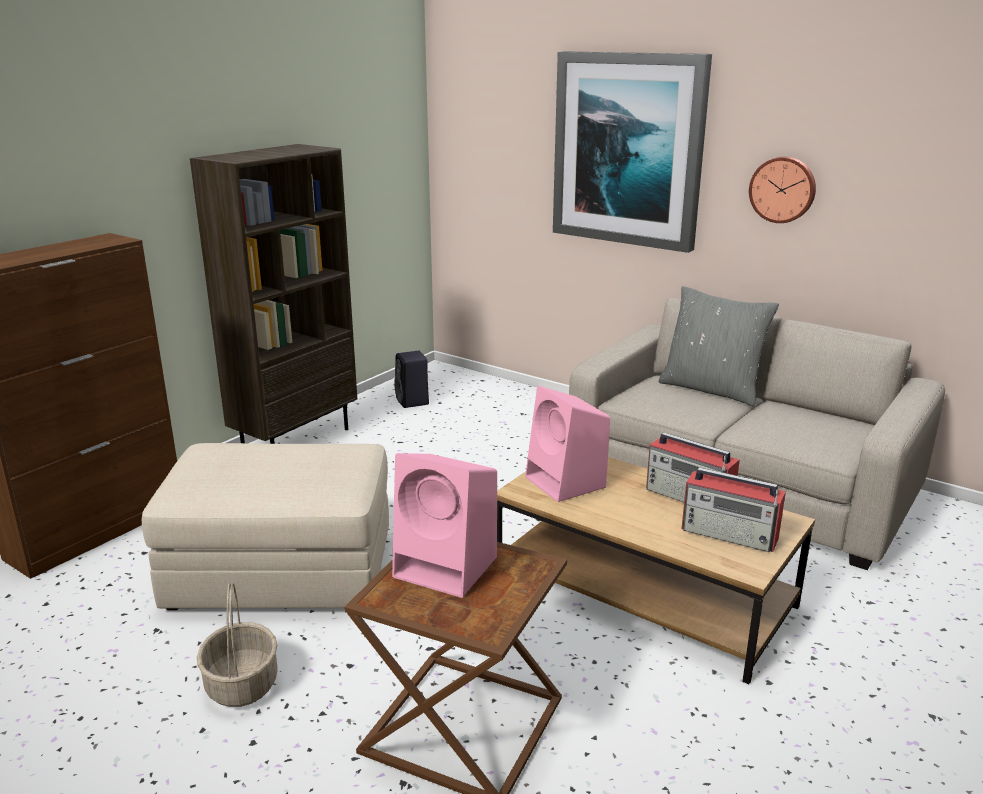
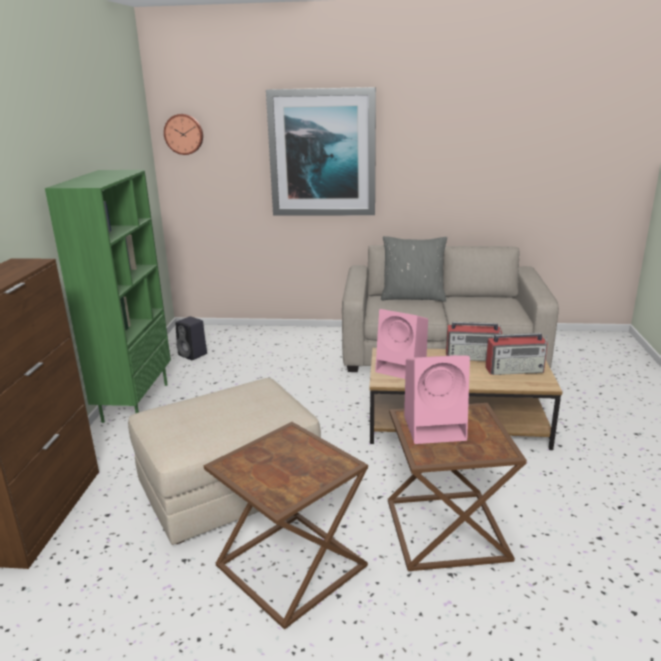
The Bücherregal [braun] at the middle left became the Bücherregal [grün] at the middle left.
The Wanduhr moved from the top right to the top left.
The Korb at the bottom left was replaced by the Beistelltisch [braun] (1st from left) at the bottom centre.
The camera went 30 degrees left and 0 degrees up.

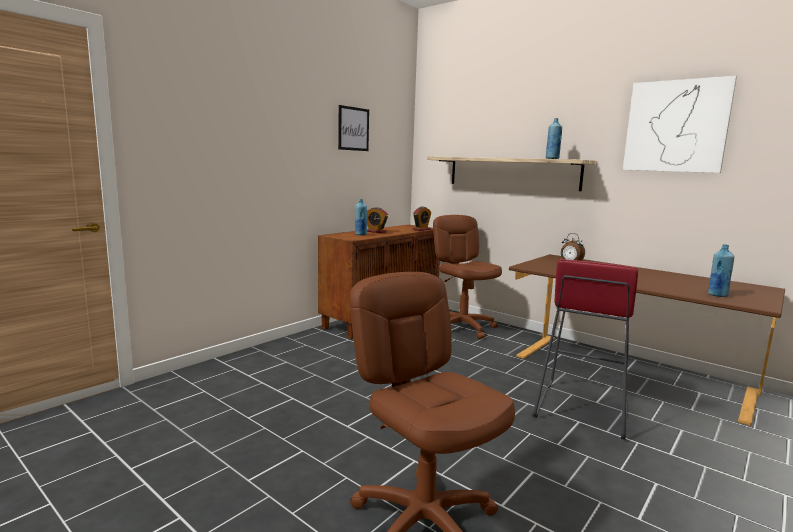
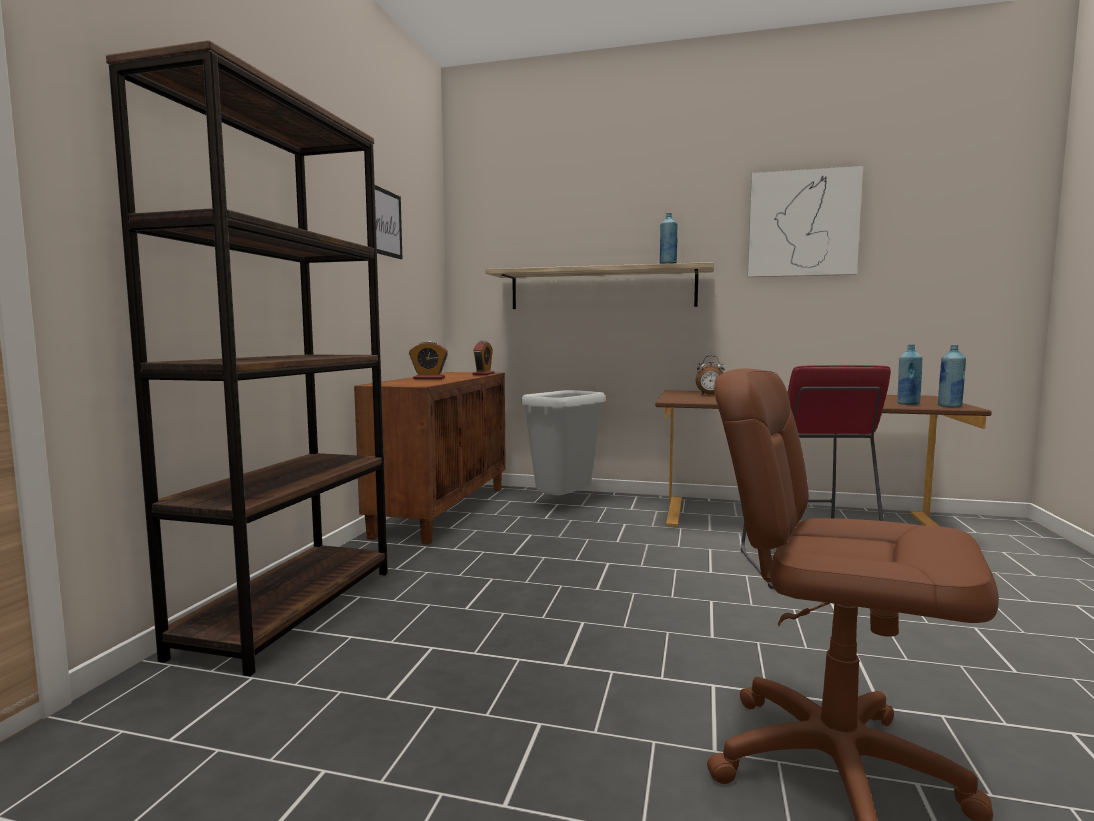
The Flasche [blau] (1st from left in the first image) moved from the centre to the middle right.
The Bürostuhl [braun] (2nd from left) at the centre was replaced by the Mülleimer [grau] at the centre.
The Bücherregal [braun] at the middle left appeared.
The camera went 25 degrees left and 5 degrees down.

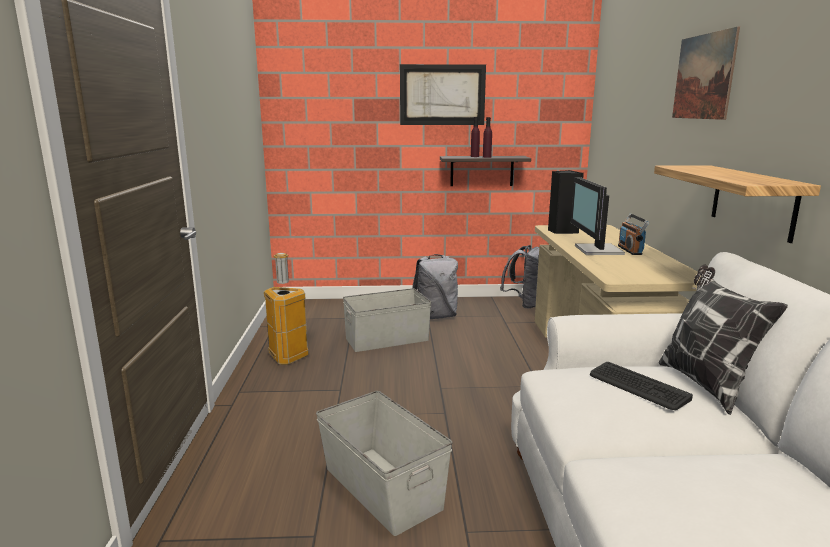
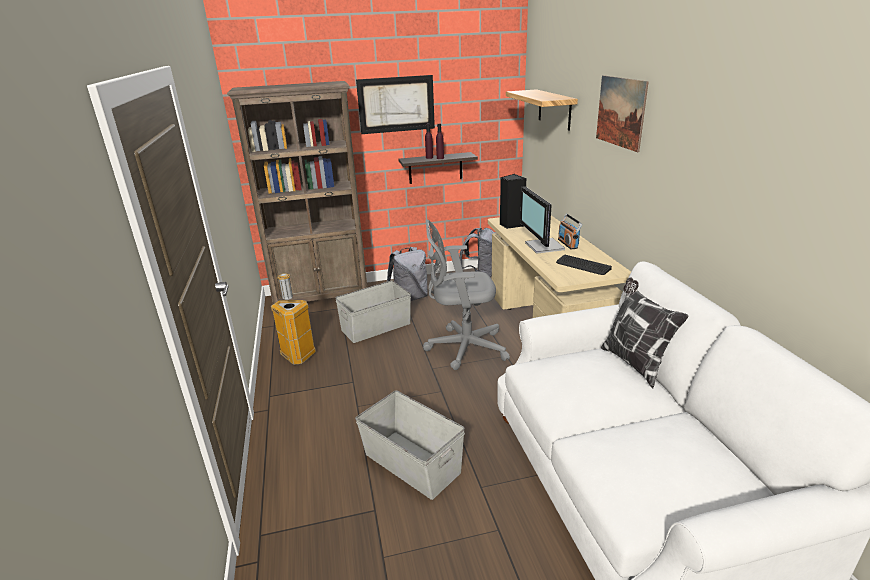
The Wandregal (2nd from left) moved from the middle right to the top centre.
The Tastatur moved from the bottom right to the middle right.
The Bücherregal [braun] at the top centre appeared.
The Bürostuhl [grau] at the centre appeared.
The camera went 10 degrees left and 10 degrees up.

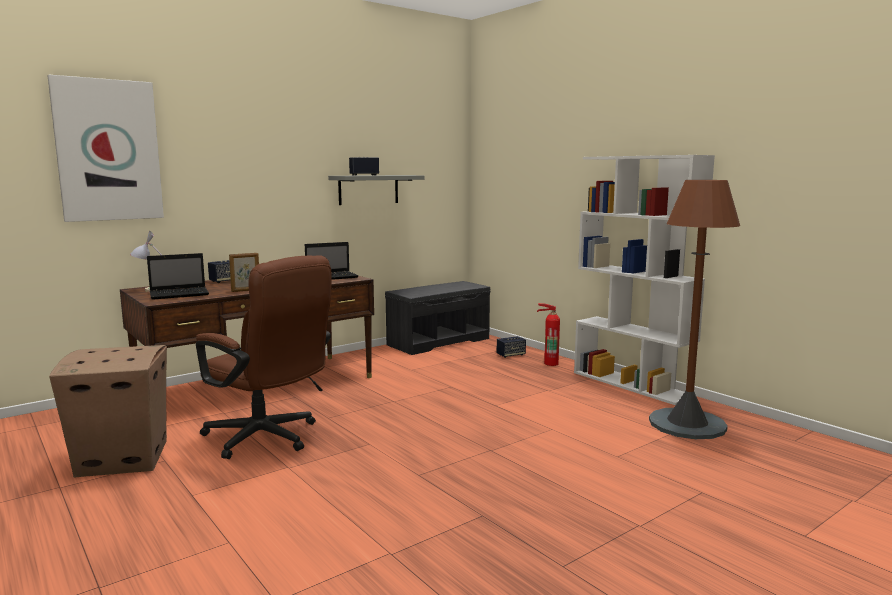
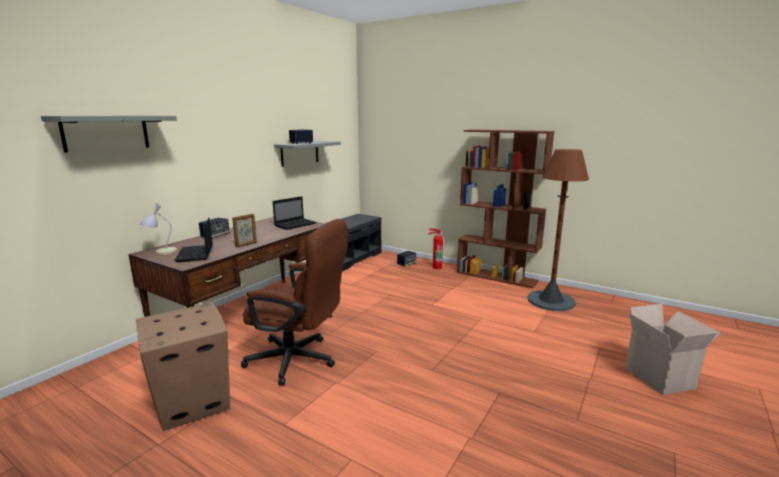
The Bild at the top left was replaced by the Wandregal [grau] (1st from left) at the top left.
The Bücherregal [weiß] at the middle right became the Bücherregal [braun] at the centre.
The Laptop (1st from left) at the middle left turned 120 degrees clockwise.
The Karton (2nd from left) at the bottom right appeared.
The camera went 20 degrees left and 5 degrees up.

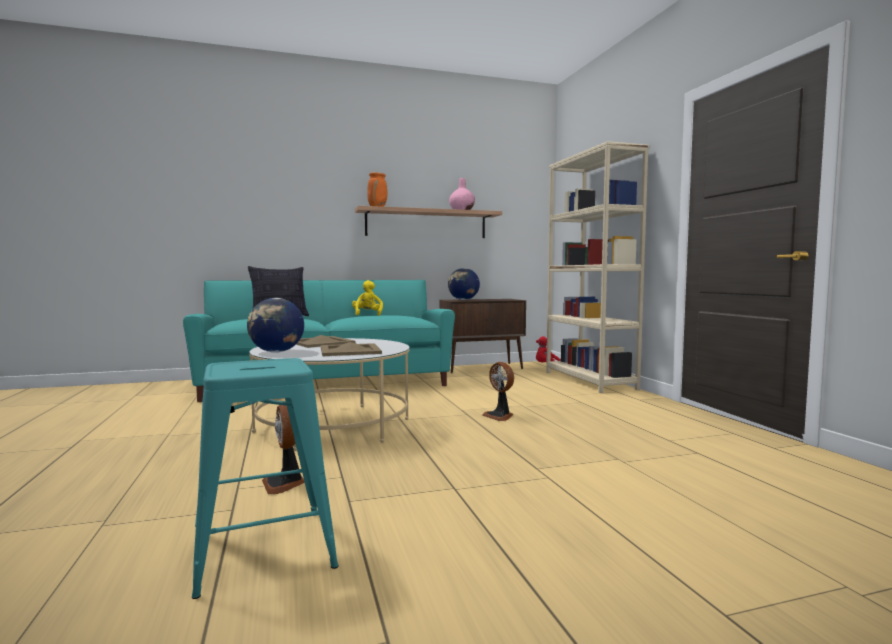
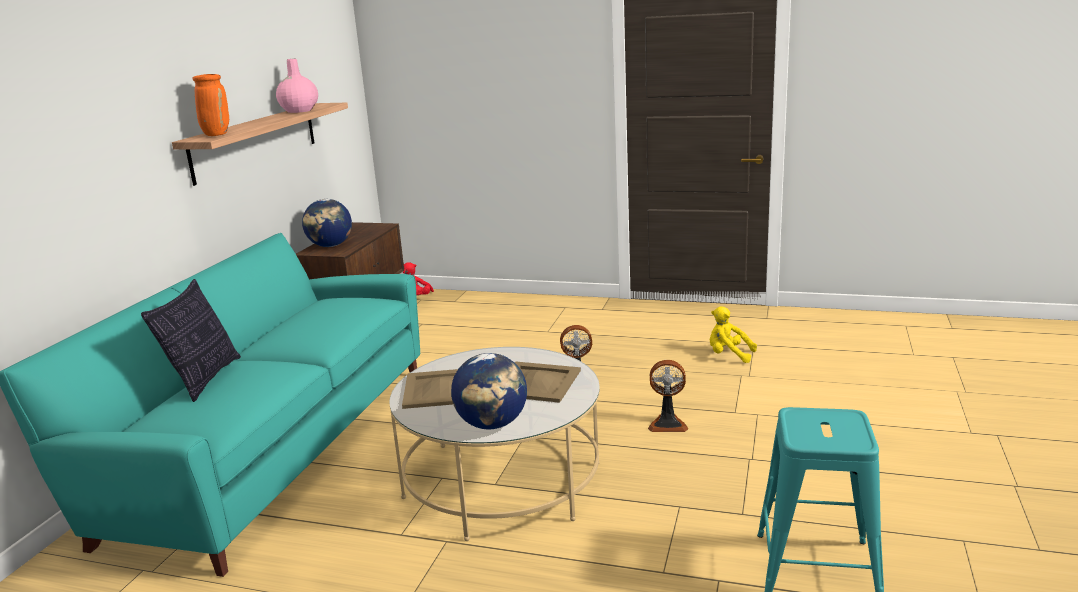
The Bücherregal [beige] at the middle right disappeared.
The Plüschtier [gelb] moved from the centre to the middle right.
The Ventilator (1st from left in the first image) moved from the bottom left to the bottom centre.
The camera went 55 degrees left and 15 degrees up.

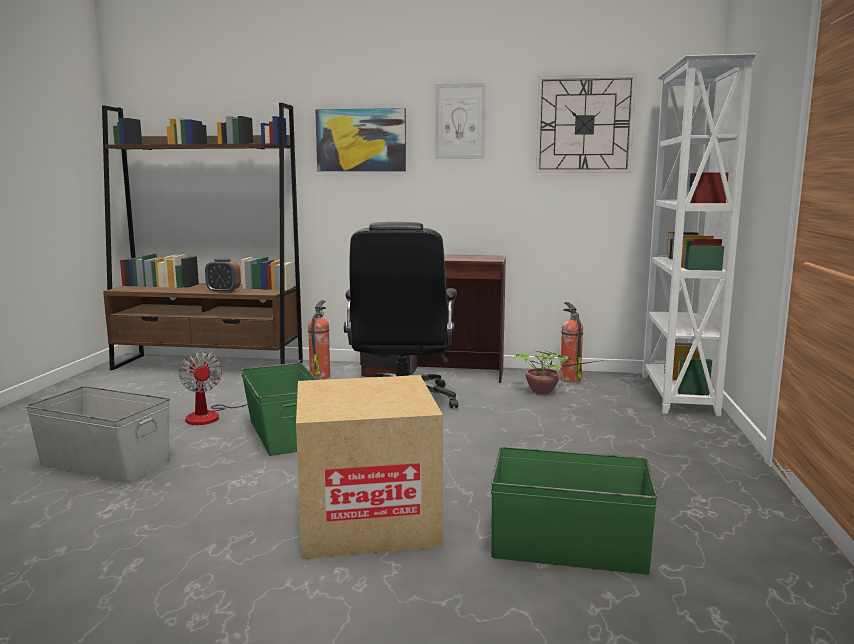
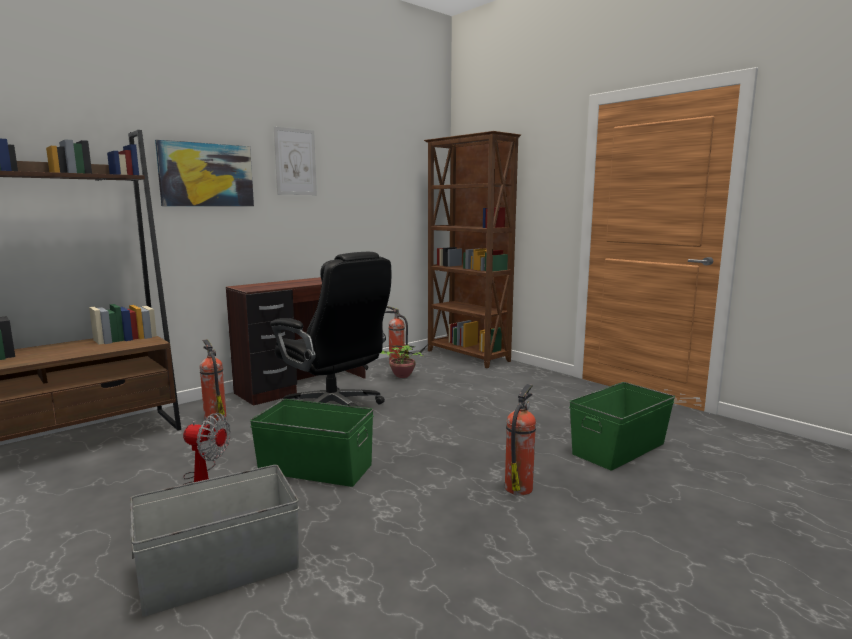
The Bücherregal [weiß] at the middle right became the Bücherregal [braun] (2nd from left) at the centre.
The Wanduhr at the top right disappeared.
The Wecker at the middle left disappeared.
The Karton at the bottom centre was replaced by the Feuerlöscher (3rd from left) at the bottom centre.
The camera went 50 degrees left and 0 degrees up.

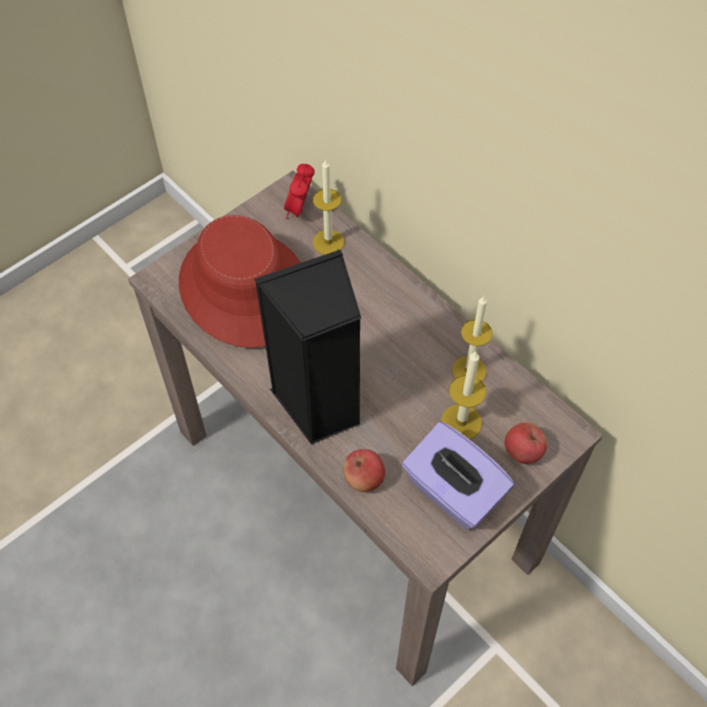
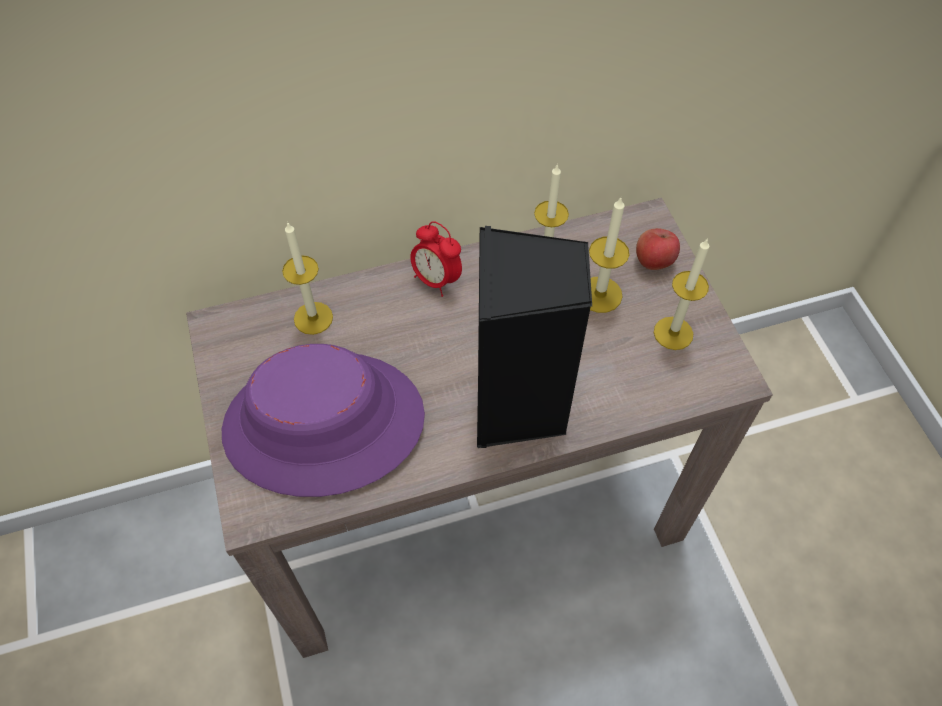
The Wecker moved from the top centre to the centre.
The Hut [rot] at the centre became the Hut [lila] at the centre.
The Taschentuchbox [lila] at the bottom centre was replaced by the Kerze (4th from left) at the middle right.
The Apfel (1st from left) at the centre disappeared.
The camera went 65 degrees left and 0 degrees up.

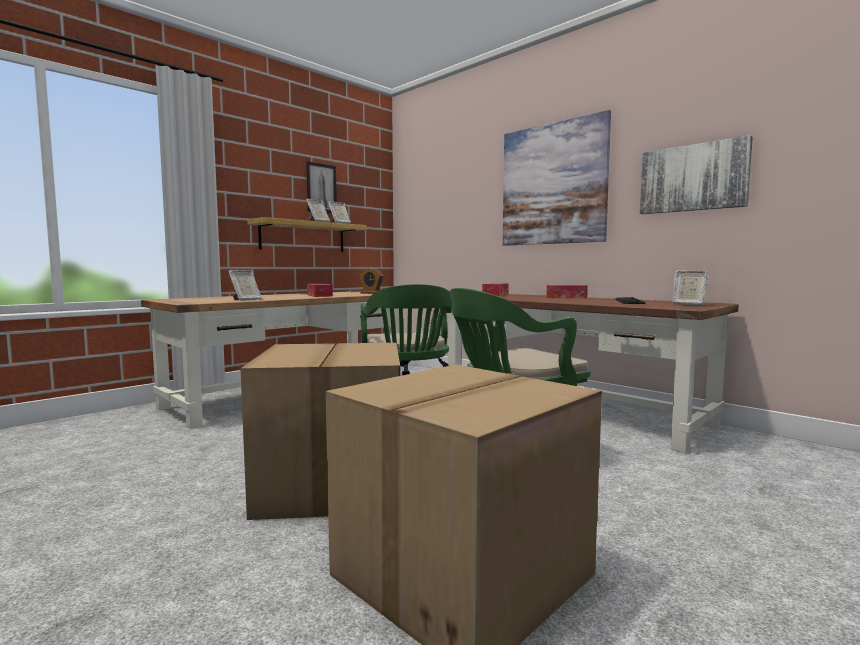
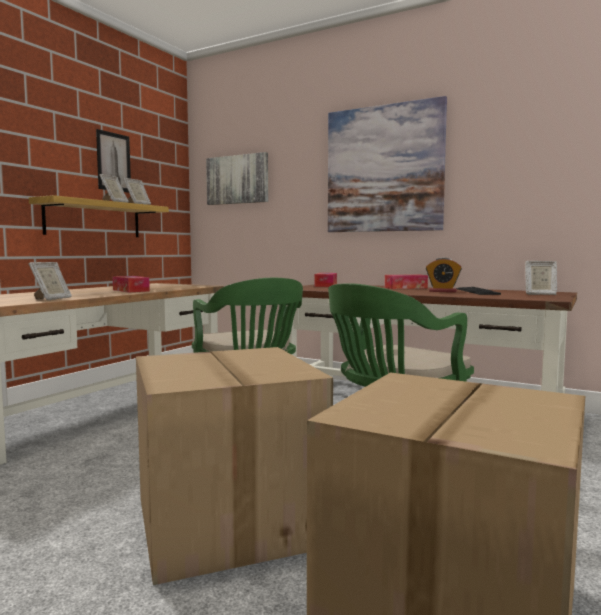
The Bild (3rd from left in the first image) moved from the top right to the top centre.
The Wecker moved from the centre to the middle right.
The camera went 15 degrees left and 0 degrees up.

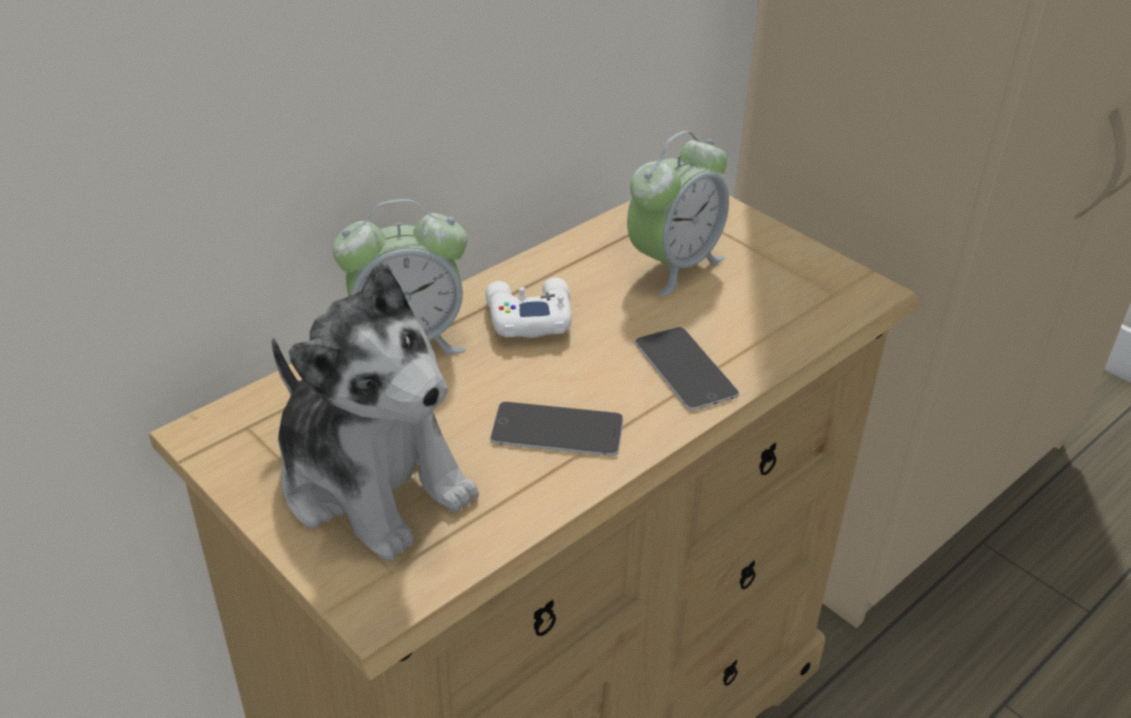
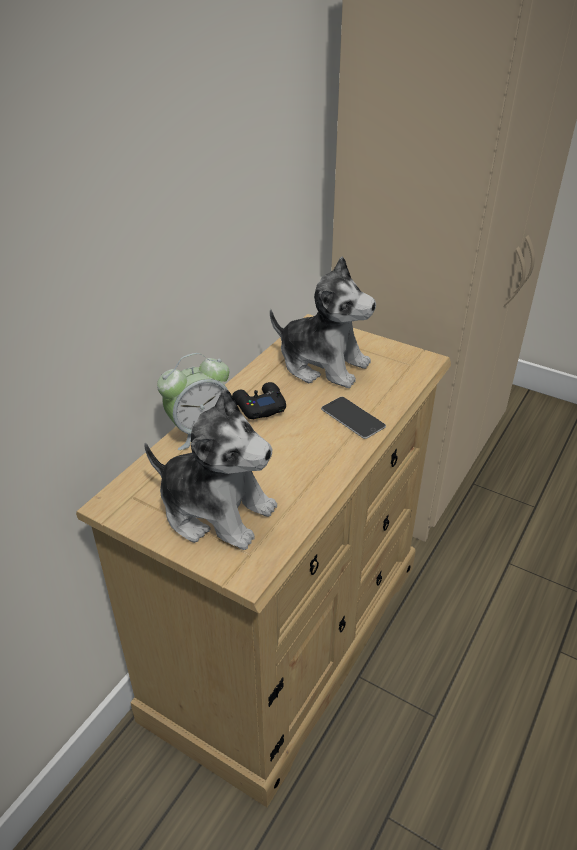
The Wecker (2nd from left) at the top centre was replaced by the Plüschtier (2nd from left) at the centre.
The Gamepad [weiß] at the centre became the Gamepad [schwarz] at the centre.
The Handy (1st from left) at the centre disappeared.
The camera went 15 degrees left and 0 degrees up.

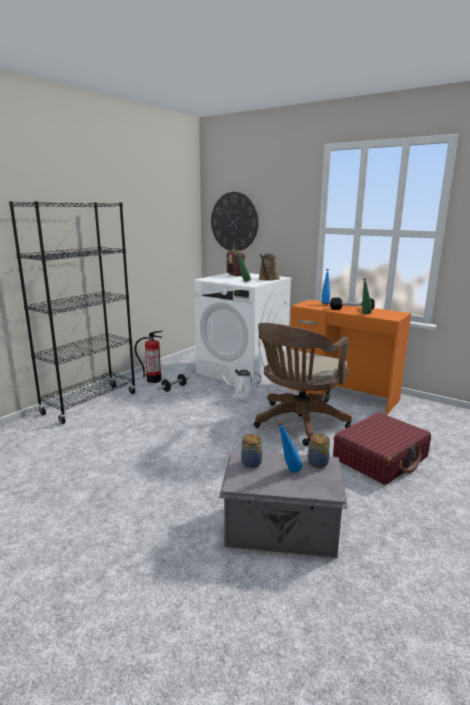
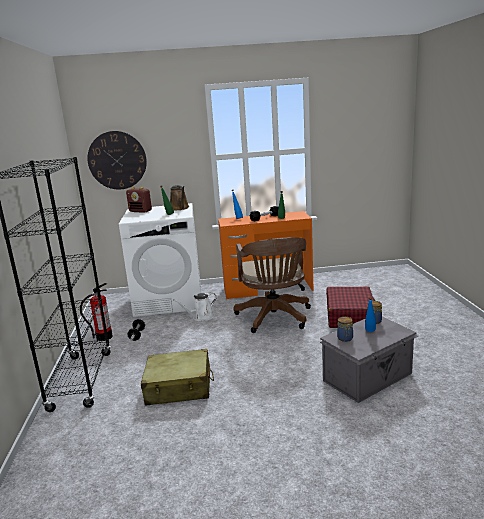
The Koffer [beige] at the bottom centre appeared.
The camera went 40 degrees left and 0 degrees up.

